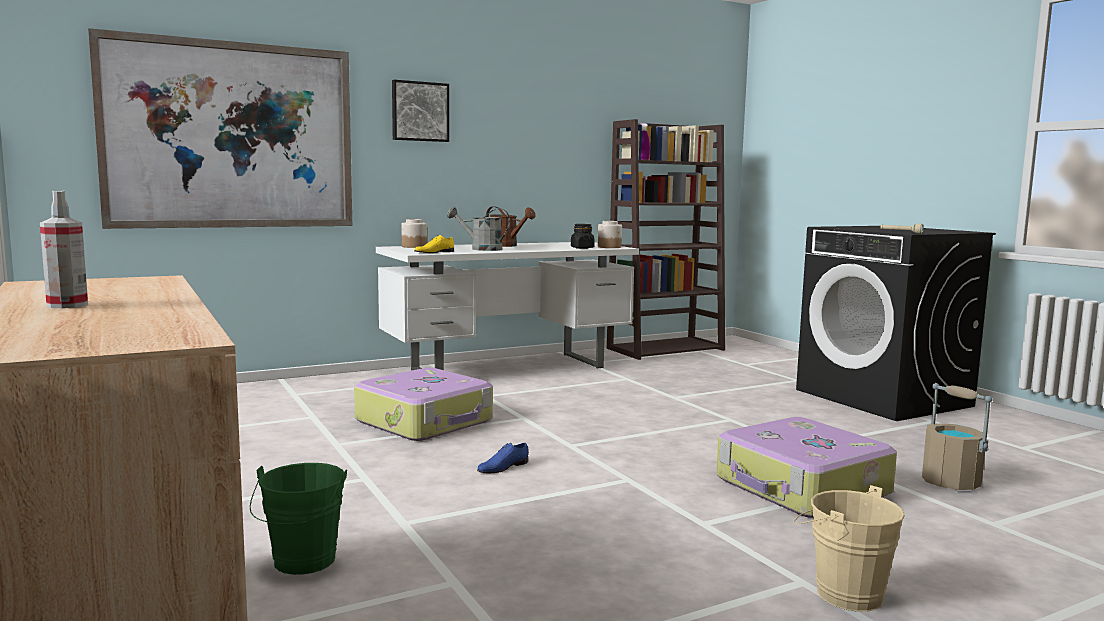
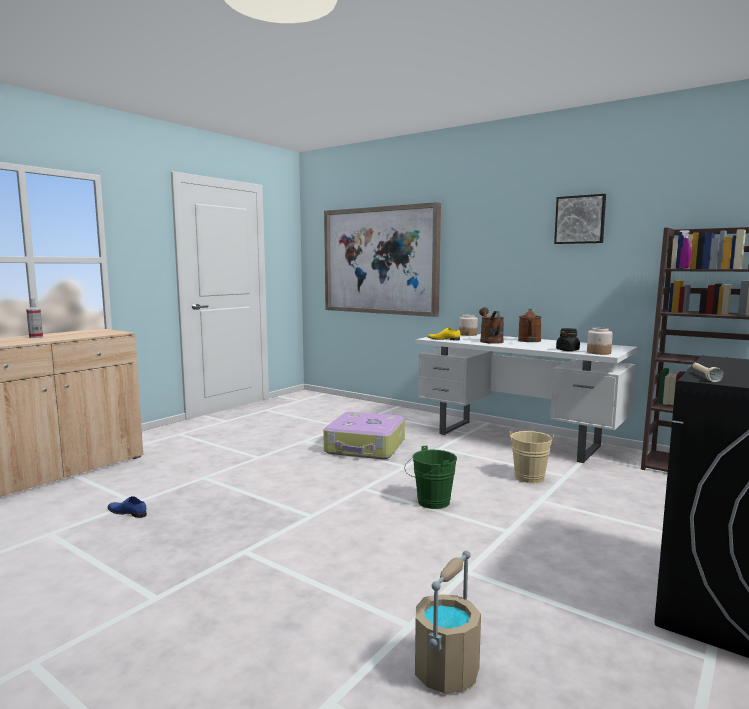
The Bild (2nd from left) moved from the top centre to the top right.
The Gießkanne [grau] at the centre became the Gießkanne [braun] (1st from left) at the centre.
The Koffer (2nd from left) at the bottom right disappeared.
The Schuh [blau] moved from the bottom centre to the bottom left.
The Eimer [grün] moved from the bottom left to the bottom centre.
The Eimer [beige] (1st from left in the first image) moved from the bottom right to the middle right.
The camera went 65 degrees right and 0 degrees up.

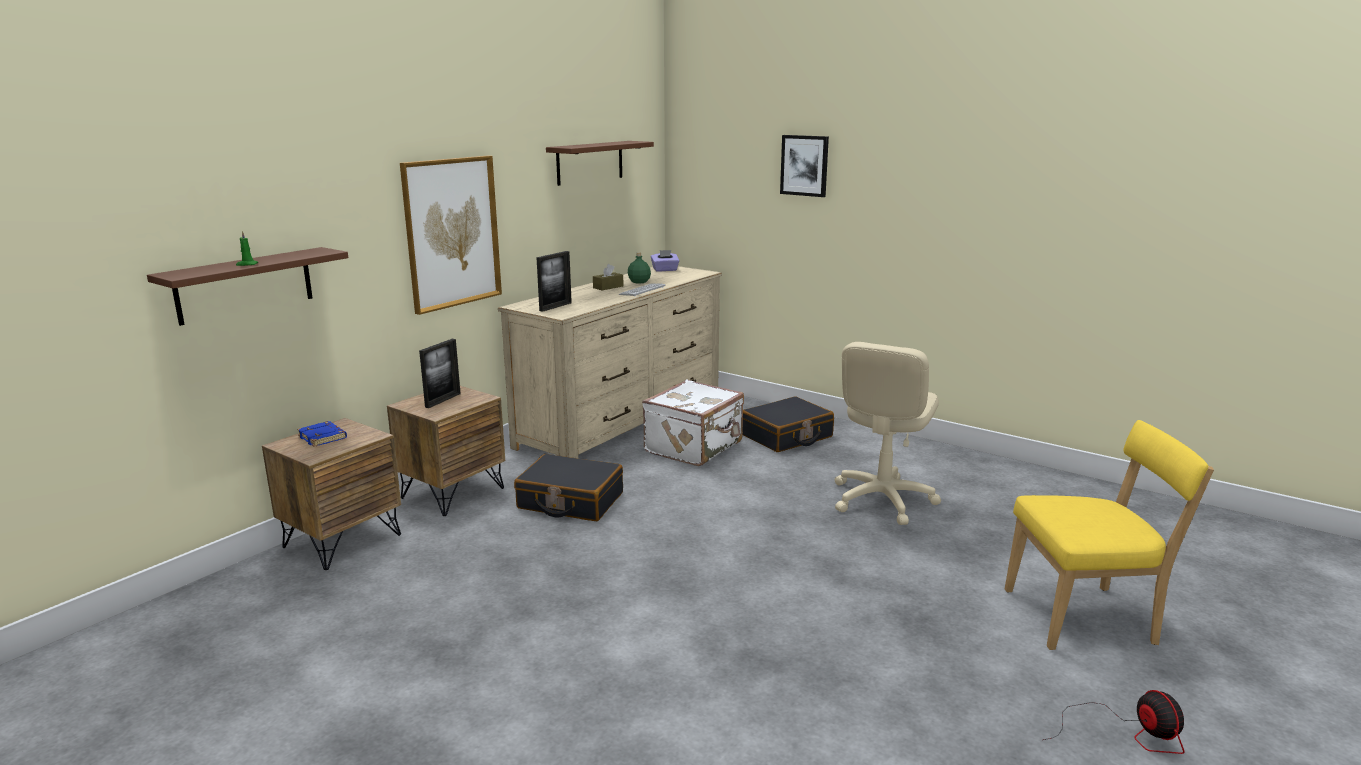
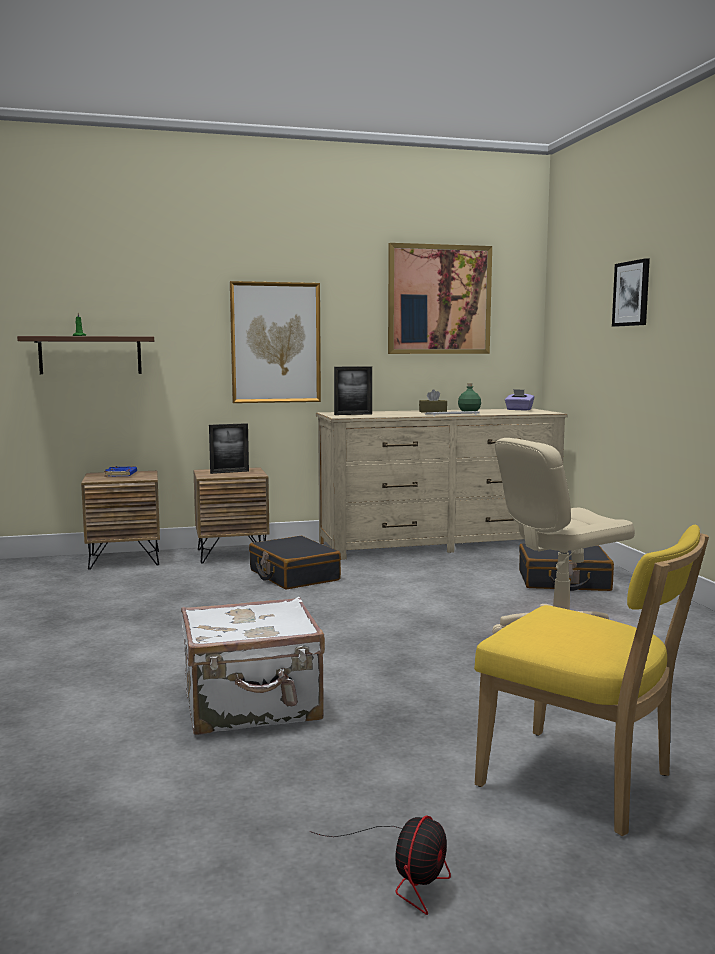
The Wandregal [braun] (2nd from left) at the top centre was replaced by the Bild (2nd from left) at the top centre.
The Koffer [weiß] moved from the centre to the bottom centre.
The camera went 40 degrees right and 10 degrees down.

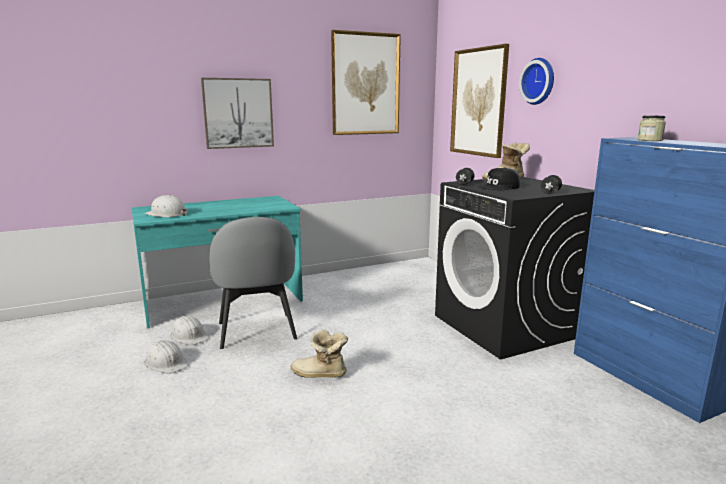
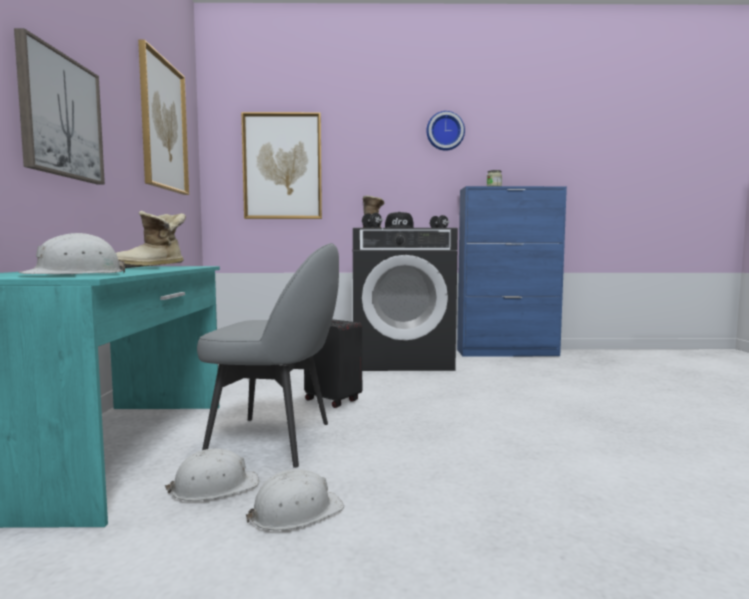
The Wanduhr moved from the top right to the top centre.
The Stiefel (1st from left) moved from the bottom centre to the middle left.
The Koffer [schwarz] at the centre appeared.
The camera went 65 degrees left and 10 degrees down.

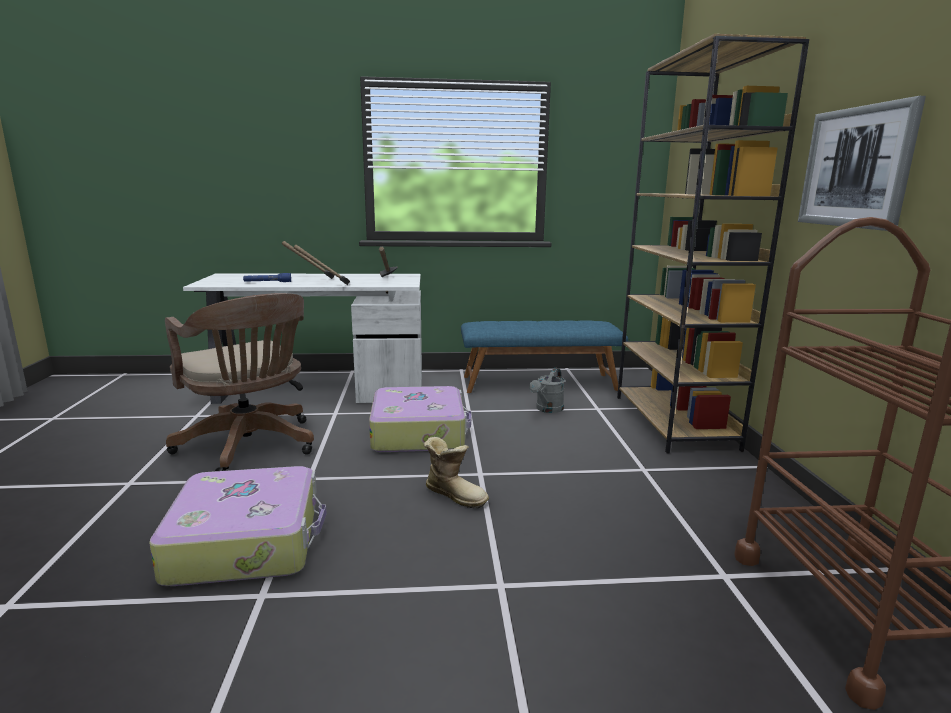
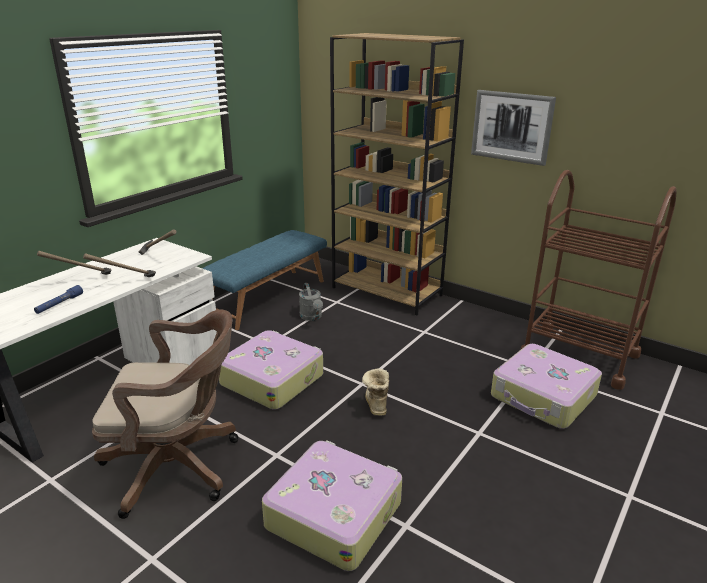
The Stiefel at the centre turned 75 degrees counterclockwise.
The Koffer (3rd from left) at the middle right appeared.
The camera went 50 degrees left and 10 degrees up.

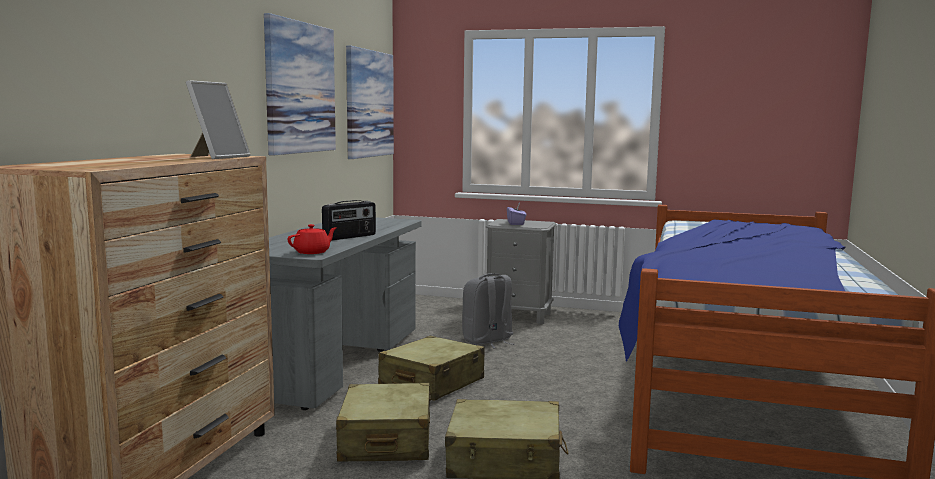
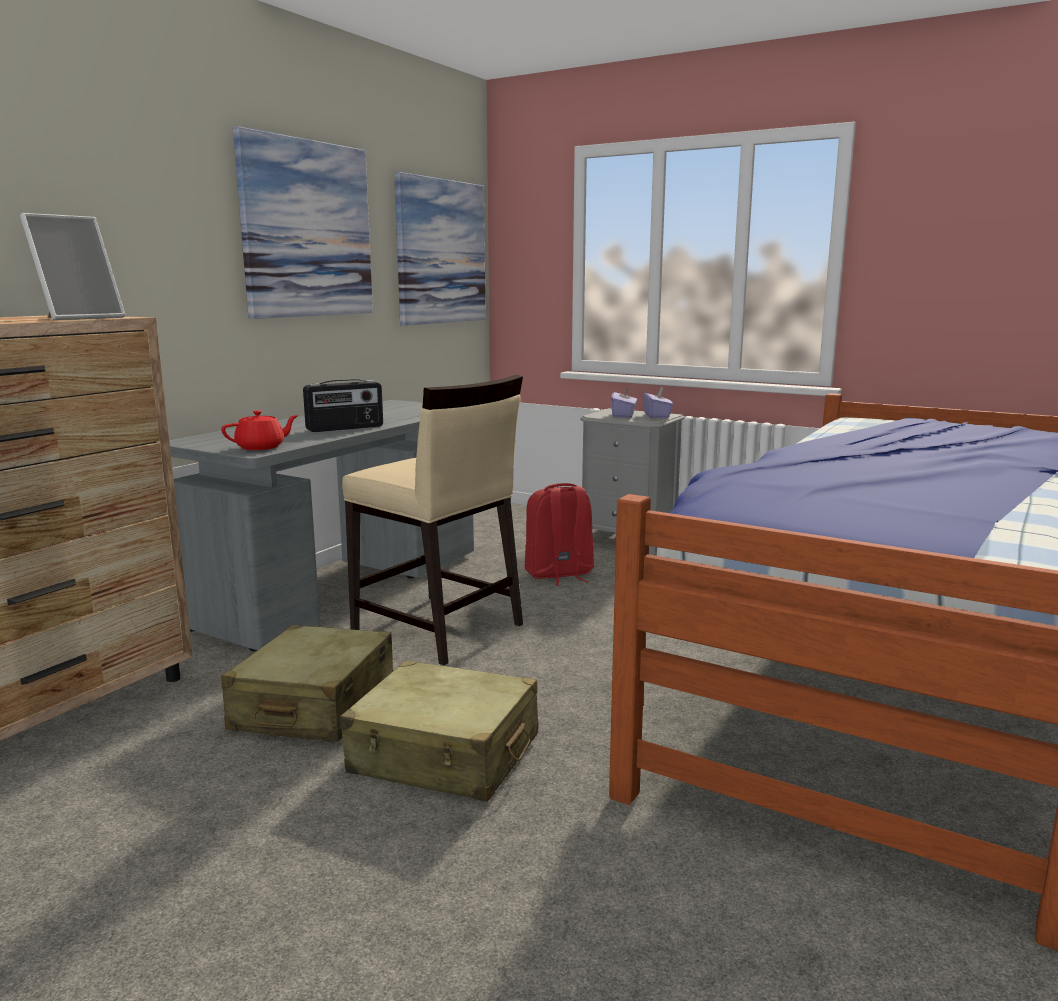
The Rucksack [grau] at the centre became the Rucksack [rot] at the centre.
The Koffer [beige] (2nd from left) at the bottom centre was replaced by the Stuhl [beige] at the centre.
The Taschentuchbox [lila] (2nd from left) at the centre appeared.
The camera went 15 degrees right and 5 degrees up.

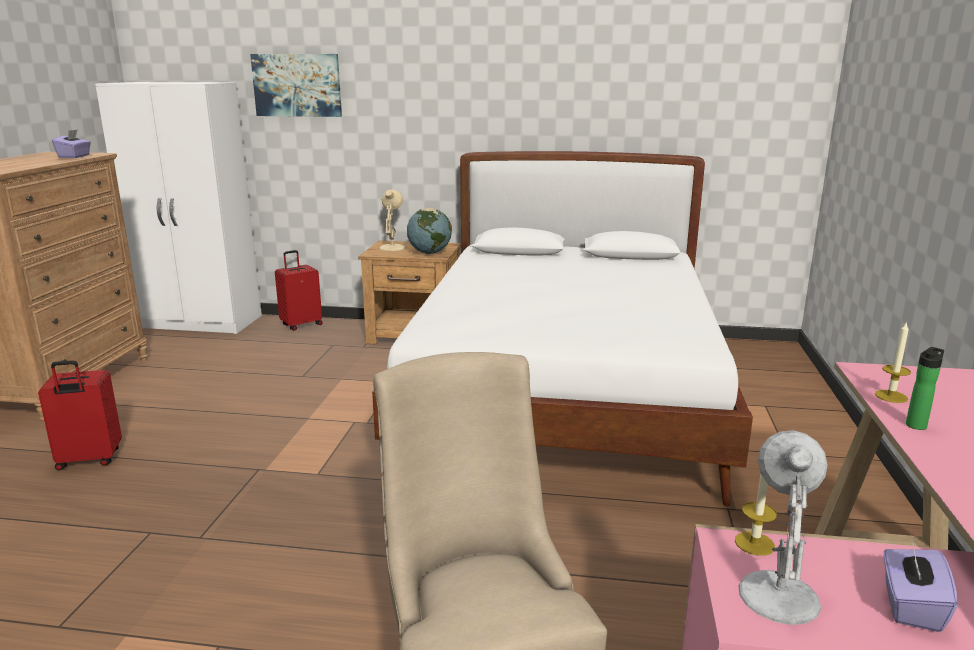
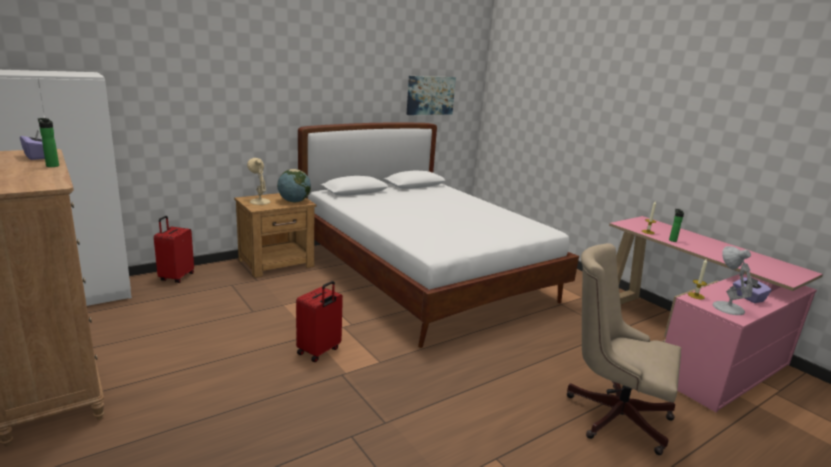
The Bild moved from the top left to the top centre.
The Koffer [rot] (1st from left in the first image) moved from the middle left to the bottom centre.
The Flasche (1st from left) at the top left appeared.
The camera went 45 degrees left and 0 degrees up.

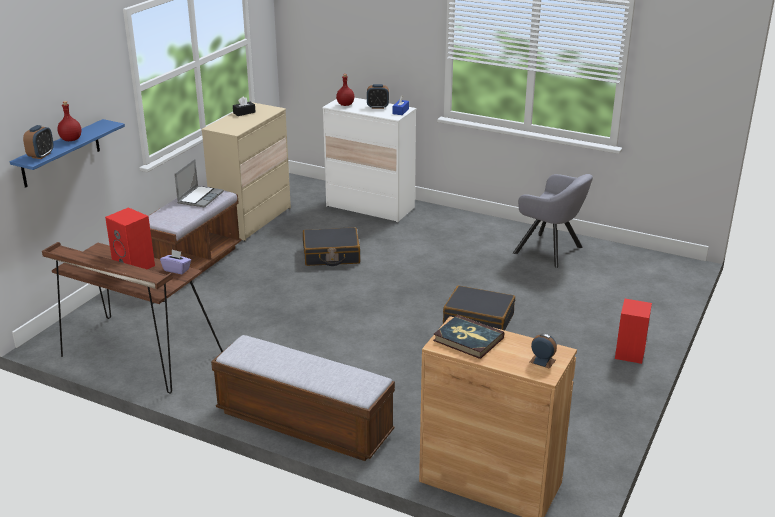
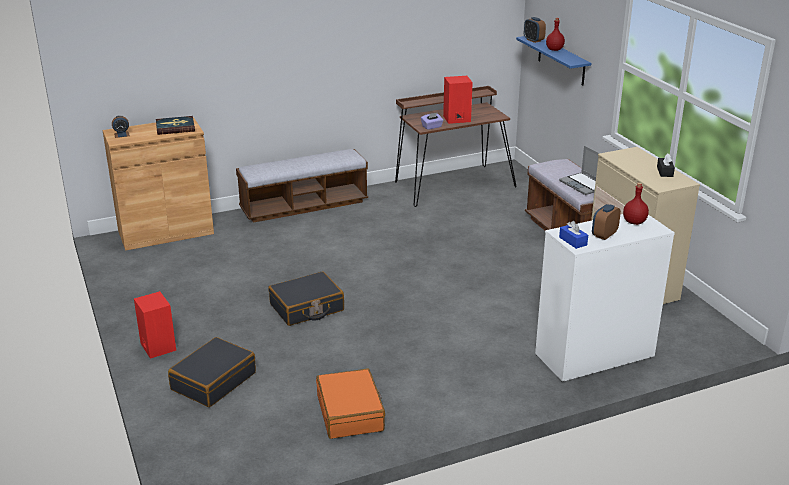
The Sessel [grau] at the middle right was replaced by the Koffer [orange] at the bottom centre.
The Koffer [schwarz] (1st from left) moved from the centre to the bottom left.
The camera went 130 degrees right and 0 degrees up.

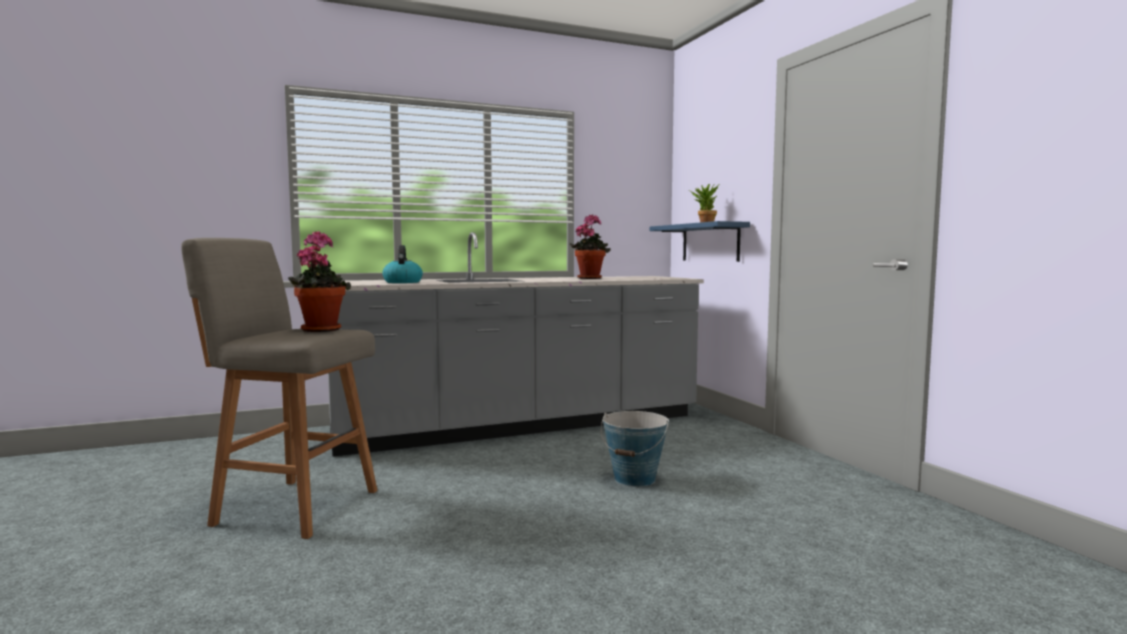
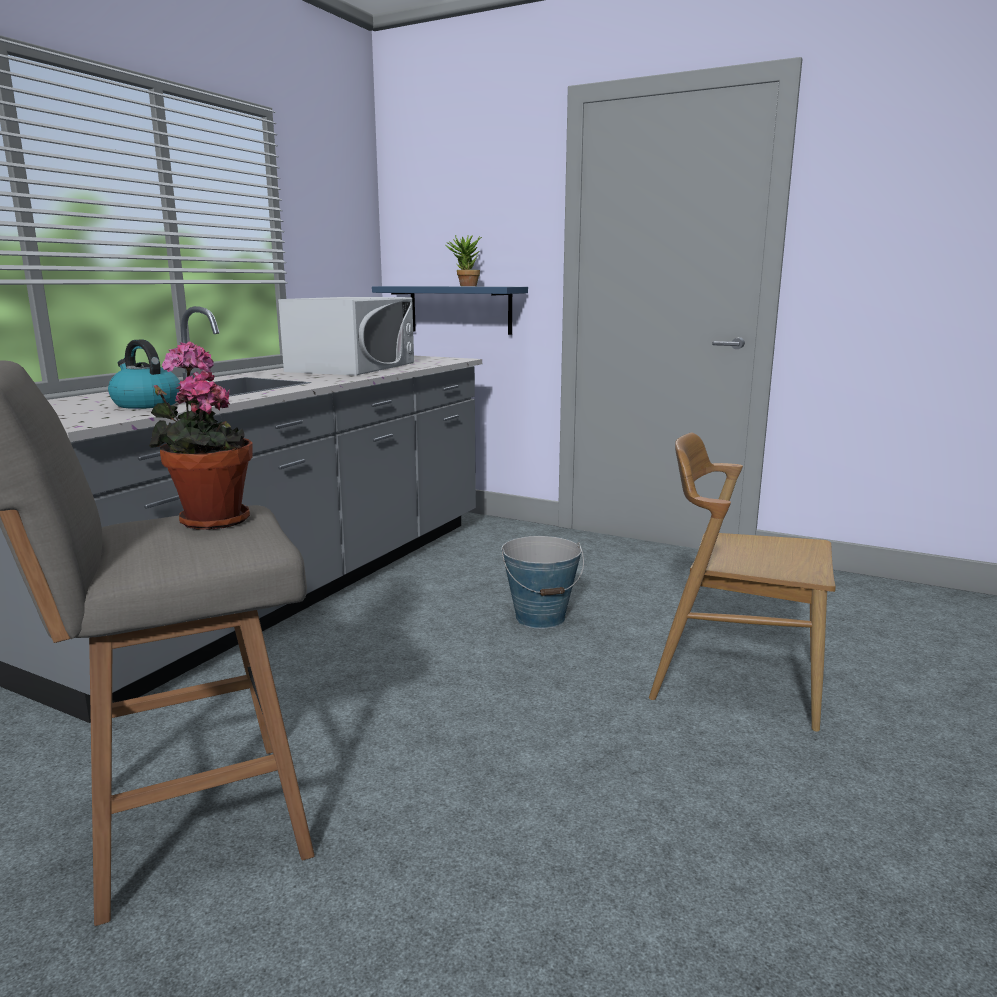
The Topfpflanze (2nd from left) at the centre was replaced by the Mikrowelle [weiß] at the centre.
The Stuhl [braun] at the middle right appeared.
The camera went 40 degrees left and 10 degrees up.

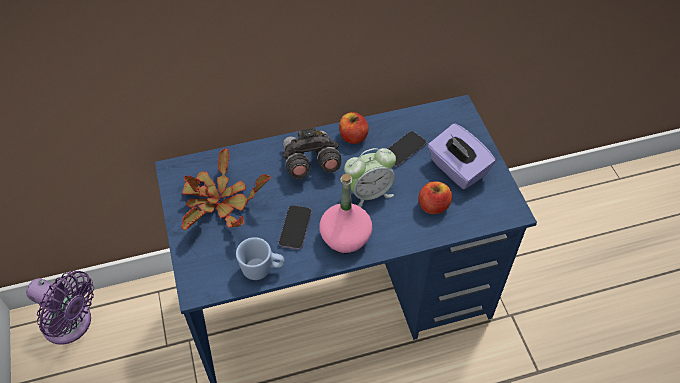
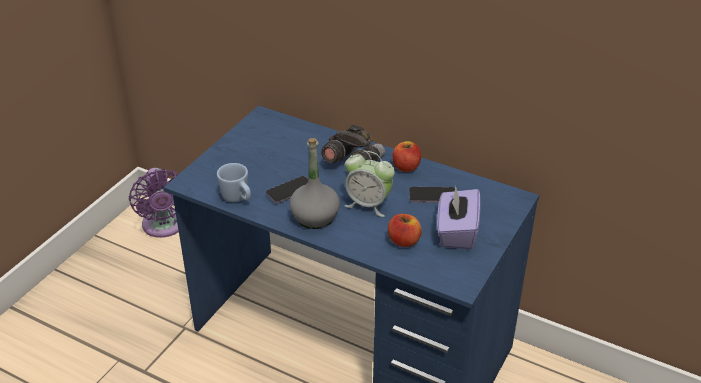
The Topfpflanze at the middle left disappeared.
The Flasche [rosa] at the centre became the Flasche [grau] at the centre.
The camera went 45 degrees right and 15 degrees down.

